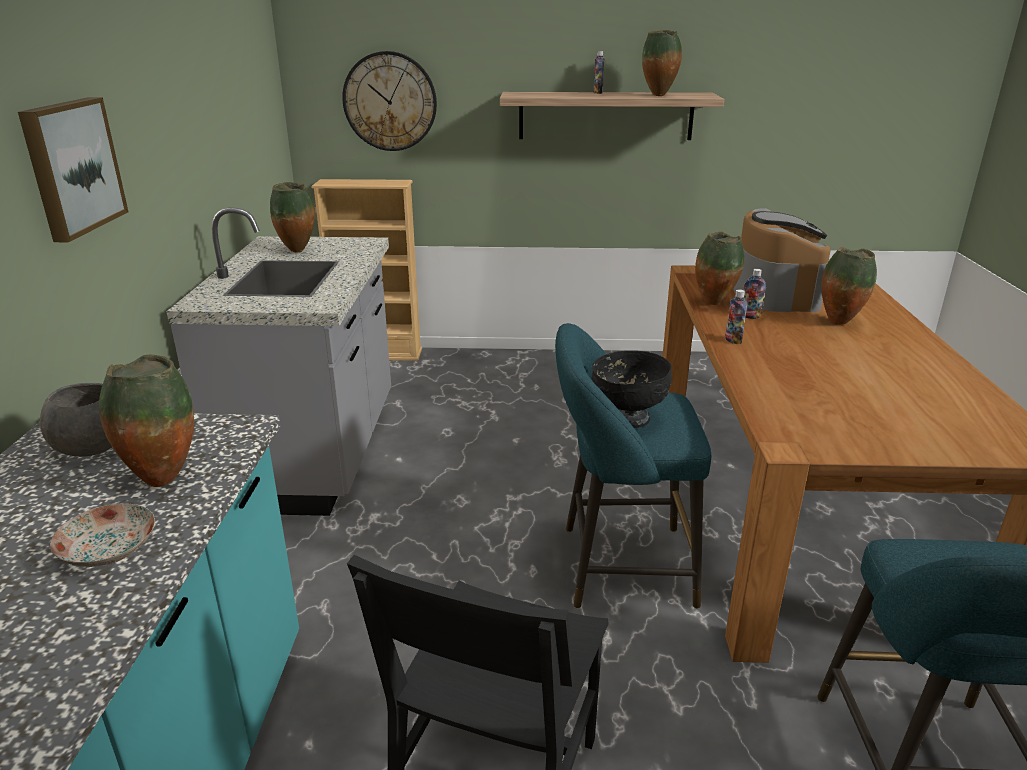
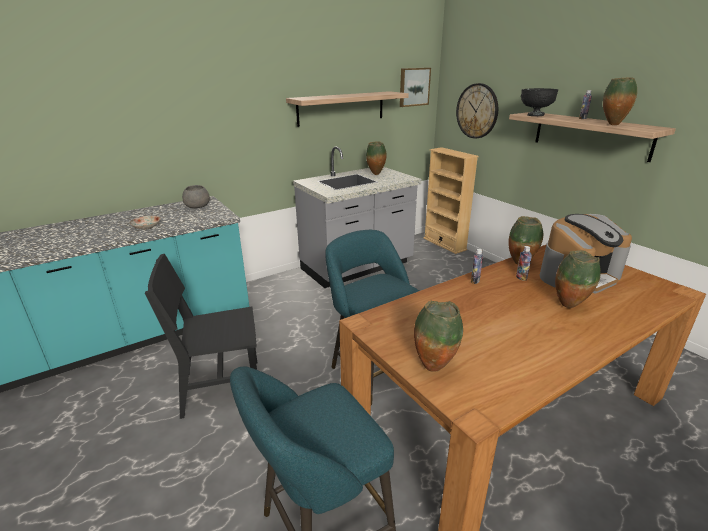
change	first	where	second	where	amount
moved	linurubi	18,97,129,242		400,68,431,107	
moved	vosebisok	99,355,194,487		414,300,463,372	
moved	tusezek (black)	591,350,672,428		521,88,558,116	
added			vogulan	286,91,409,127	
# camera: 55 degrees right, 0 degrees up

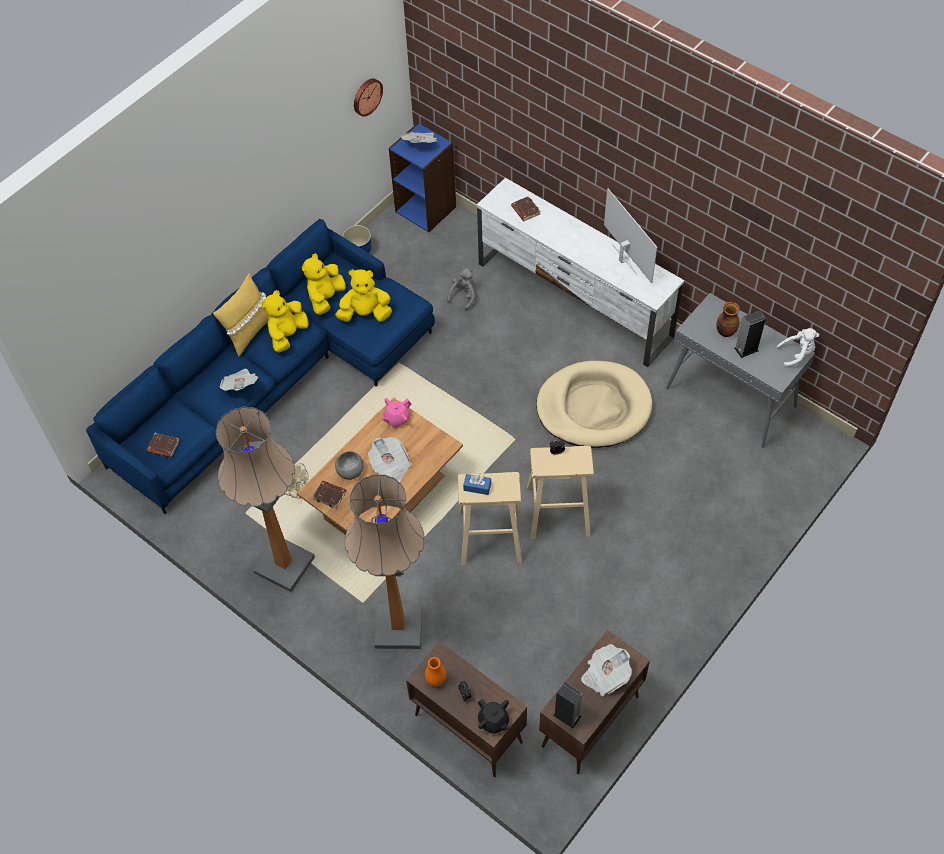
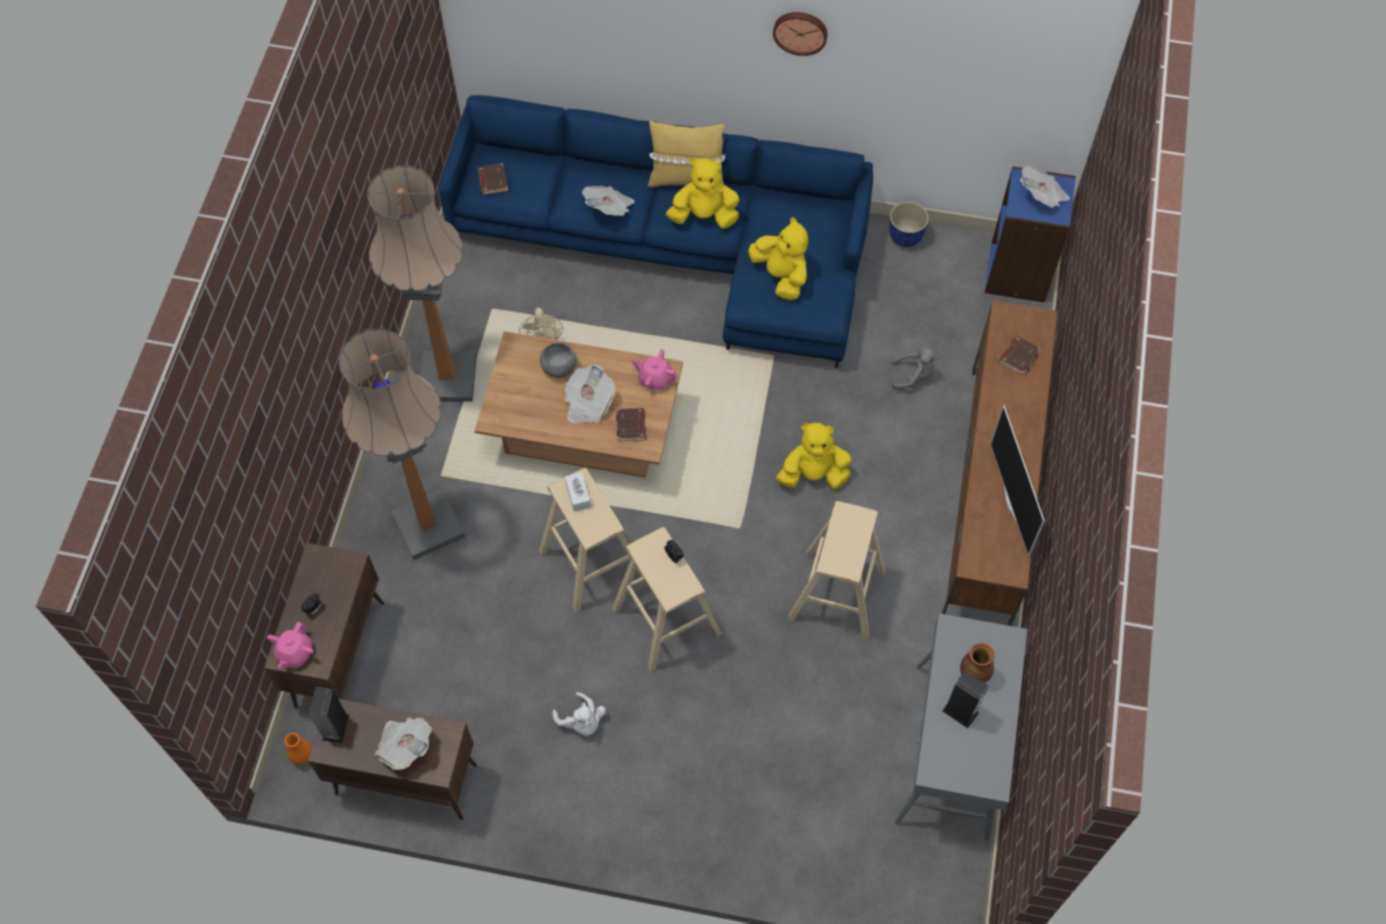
change	first	where	second	where	amount
moved	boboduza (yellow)	302,253,346,315		776,423,852,489	
moved	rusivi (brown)	312,481,346,509		616,408,646,442	
moved	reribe	354,78,383,117		773,12,828,56	
moved	vosebisok (orange)	425,657,446,687		284,733,312,765	
recoloured	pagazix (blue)	463,474,491,495	pagazix (white)	565,472,591,511	
recoloured	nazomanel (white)	477,178,684,367	nazomanel (brown)	942,300,1058,626	
recoloured	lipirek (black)	478,699,510,734	lipirek (pink)	267,622,313,668	
replaced	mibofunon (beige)	536,361,652,448	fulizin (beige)	788,501,886,640	
turned	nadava	604,188,657,283		991,405,1045,556	135 degrees clockwise
moved	boboduza (white)	776,328,819,368		552,692,606,736	
# camera: 60 degrees right, 5 degrees up

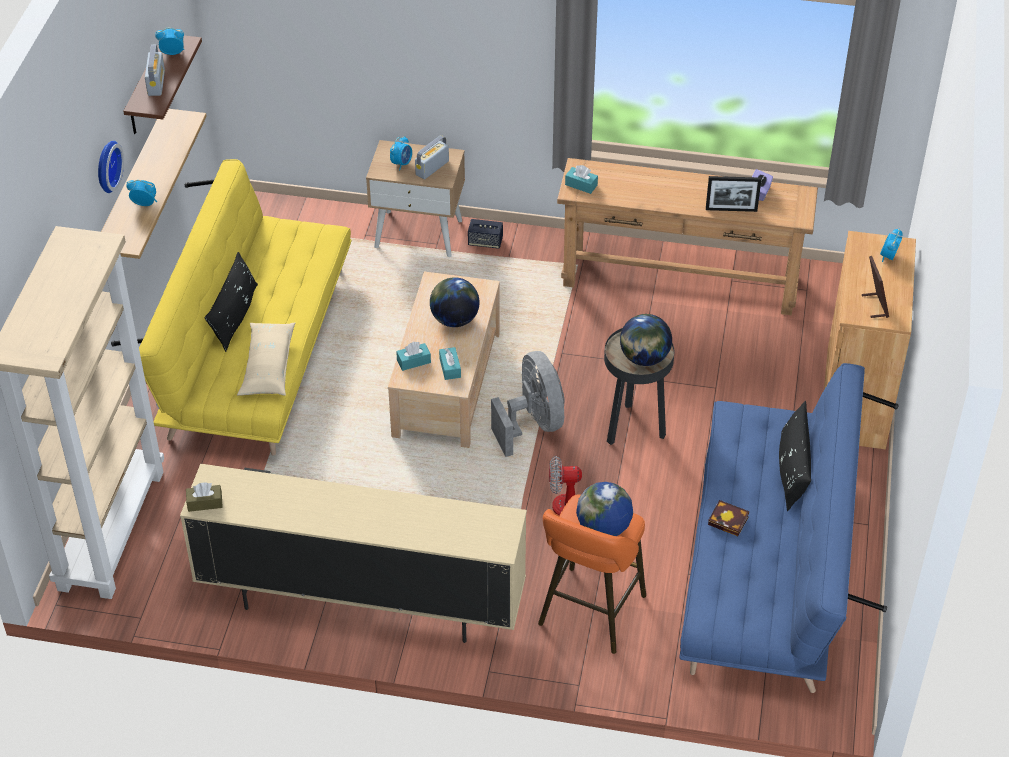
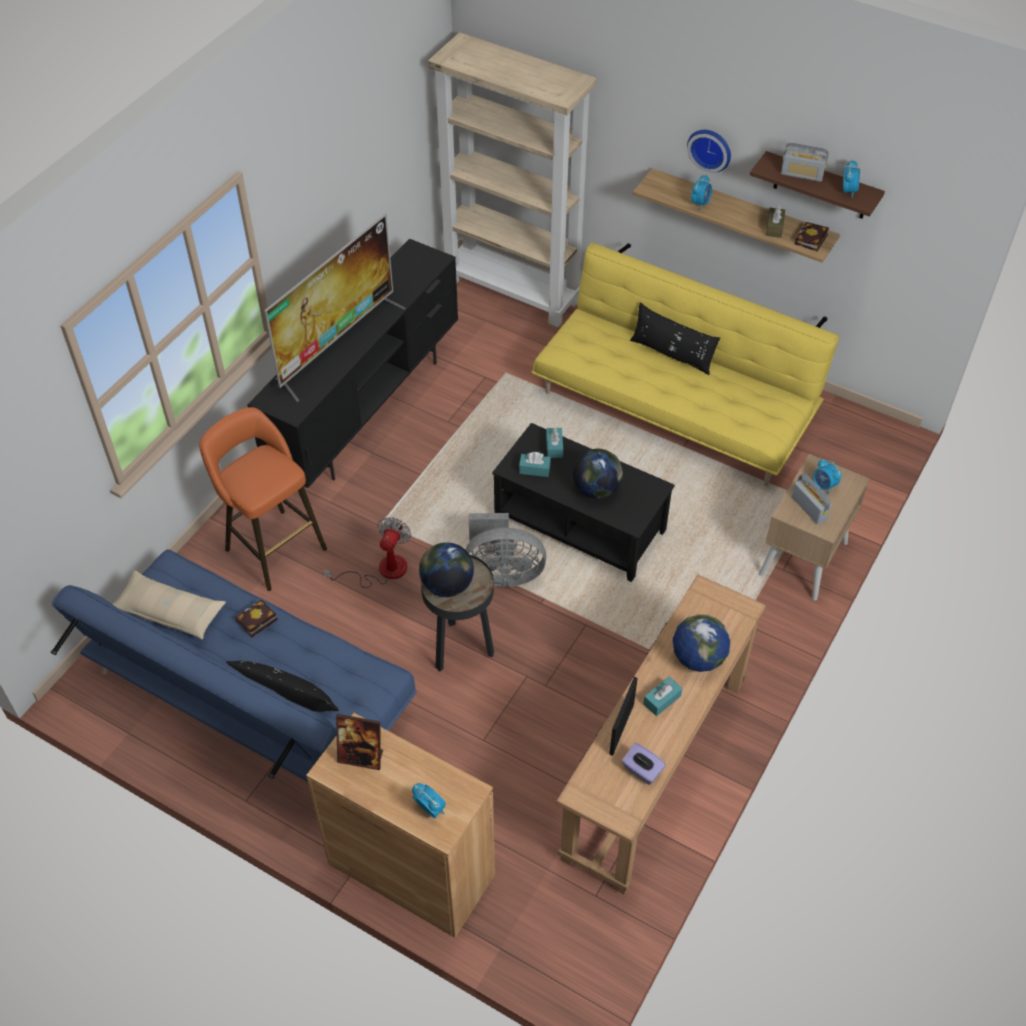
change	first	where	second	where	amount
recoloured	nazomanel (beige)	180,464,527,643	nazomanel (black)	247,239,458,488	
moved	pagazix (brown)	186,482,223,512		766,206,785,238	
moved	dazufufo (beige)	237,323,295,396		113,570,226,640	
recoloured	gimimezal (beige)	388,272,500,448	gimimezal (black)	492,423,675,582	
removed	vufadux	468,219,503,249			
moved	pagazix (turquoise)	565,165,598,194		643,676,682,716	
moved	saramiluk	576,482,633,536		673,614,730,672	
added			nadava	264,214,405,402	
added			rusivi	795,222,829,252	
# camera: 110 degrees right, 5 degrees up

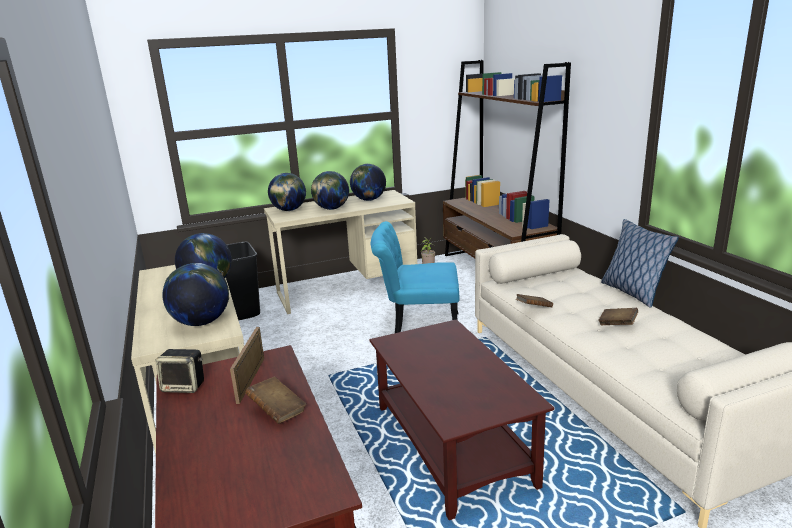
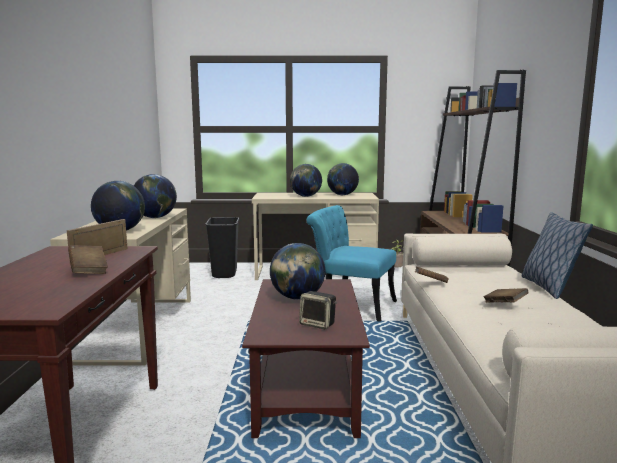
change	first	where	second	where	amount
moved	vufadux	156,349,204,393		299,291,337,329	
moved	saramiluk	268,173,306,211		270,243,325,300	
# camera: 20 degrees right, 10 degrees down

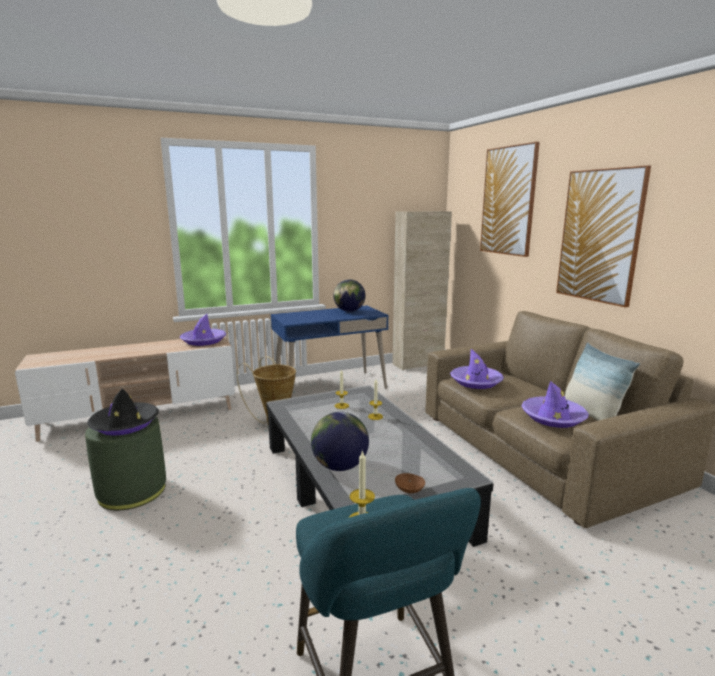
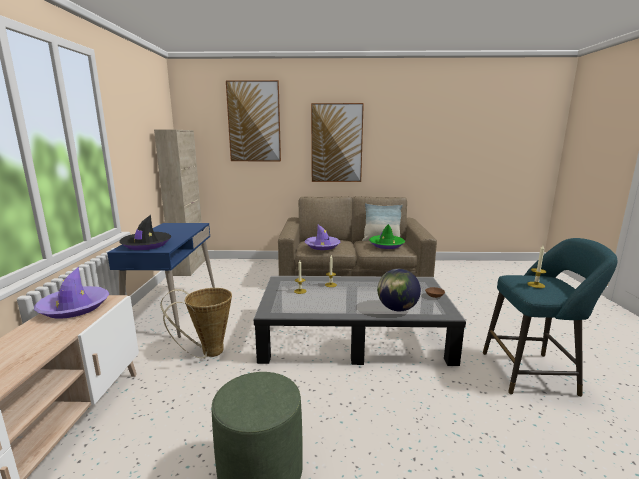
change	first	where	second	where	amount
moved	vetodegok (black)	87,388,159,436		119,215,171,250	
removed	saramiluk	333,280,365,312			
recoloured	vetodegok (purple)	521,381,589,428	vetodegok (green)	369,224,405,249	
# camera: 65 degrees left, 0 degrees up

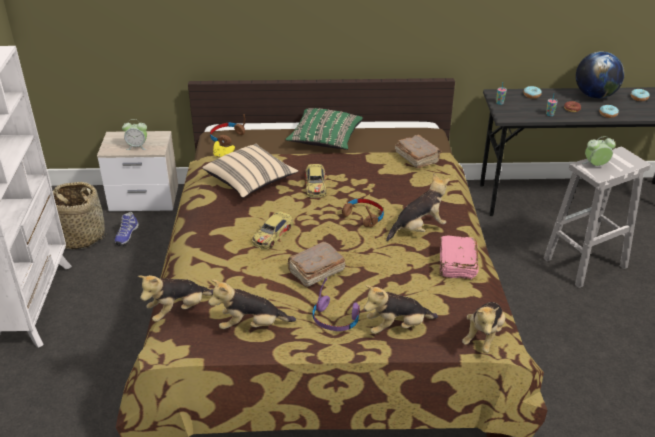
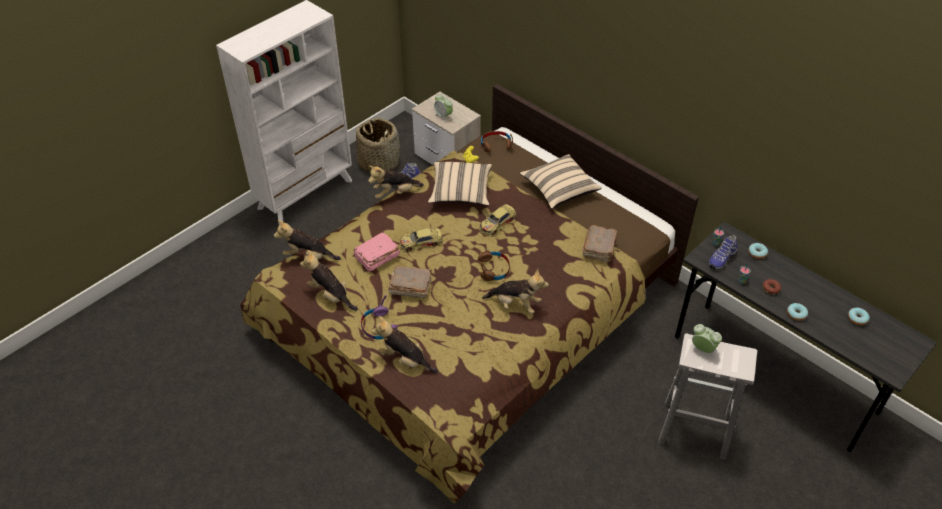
change	first	where	second	where	amount
recoloured	dazufufo (green)	285,108,363,150	dazufufo (beige)	520,154,602,209	
moved	rusivi (pink)	440,236,479,280		354,232,400,272	
moved	boboduza	462,302,505,353		368,166,424,199	
removed	saramiluk	576,51,625,98			
added			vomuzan	708,235,738,270	
# camera: 45 degrees right, 10 degrees up

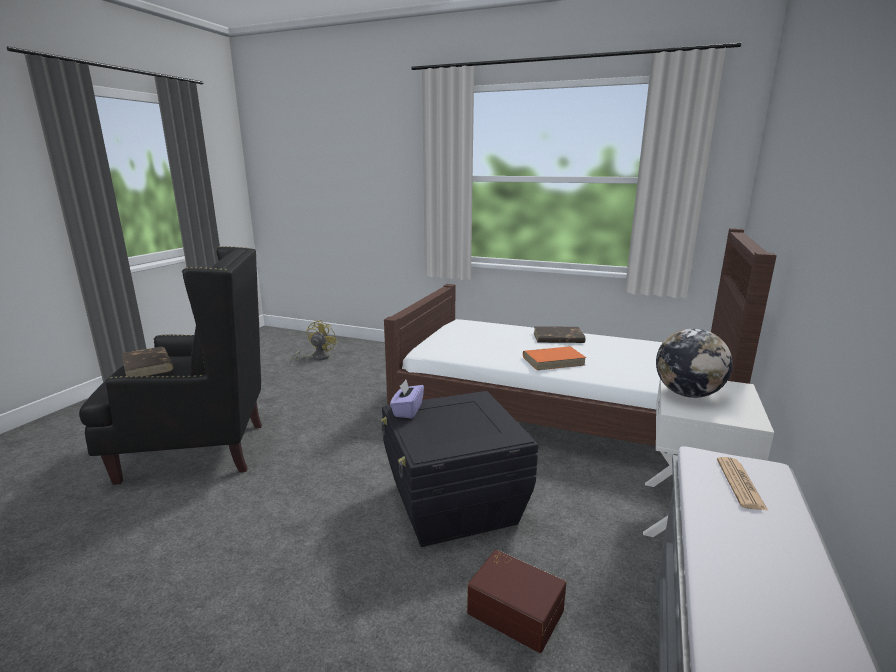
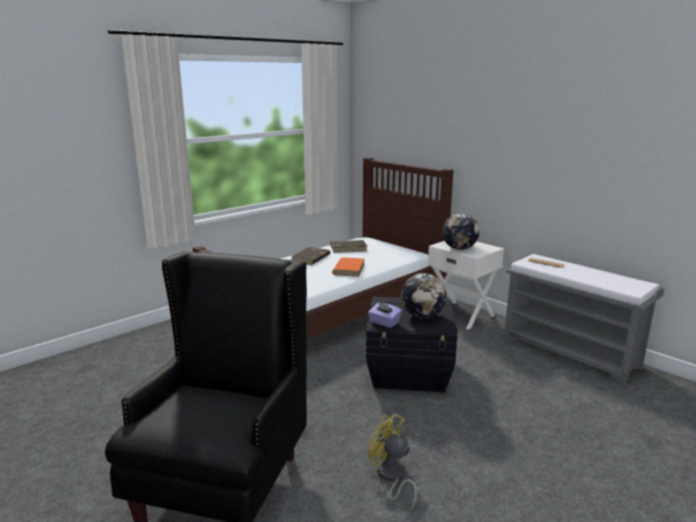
change	first	where	second	where	amount
moved	rusivi (brown)	121,347,174,376		330,240,367,253	
moved	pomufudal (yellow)	290,320,337,365		368,413,417,510	
removed	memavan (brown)	467,550,566,653			
added			saramiluk	401,273,447,319	
# camera: 65 degrees left, 0 degrees up

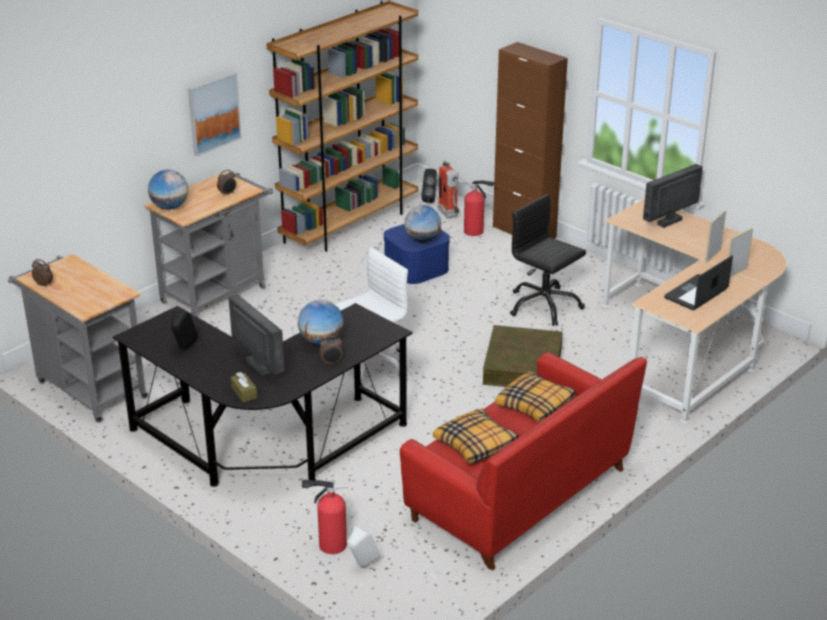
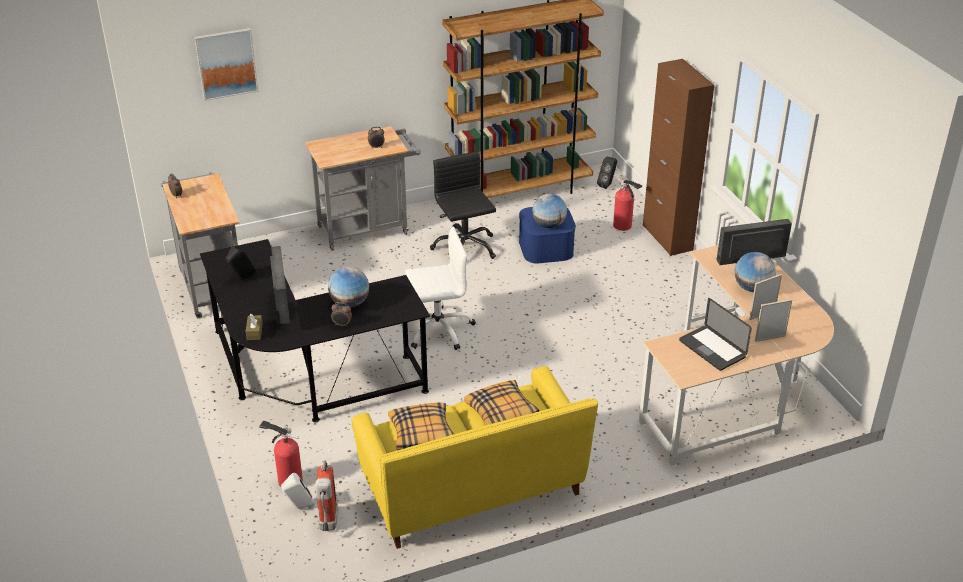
change	first	where	second	where	amount
moved	saramiluk	148,170,188,210		735,252,776,292	
moved	linurubi	188,72,242,156		194,28,259,101	
recoloured	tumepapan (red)	400,352,647,571	tumepapan (yellow)	351,366,598,549	
moved	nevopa	438,160,460,218		315,460,338,531	
removed	memavan (brown)	483,325,563,387			
moved	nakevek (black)	510,194,586,326		430,151,496,259	
turned	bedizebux	664,255,733,310		679,298,752,371	105 degrees counterclockwise
# camera: 25 degrees right, 5 degrees up

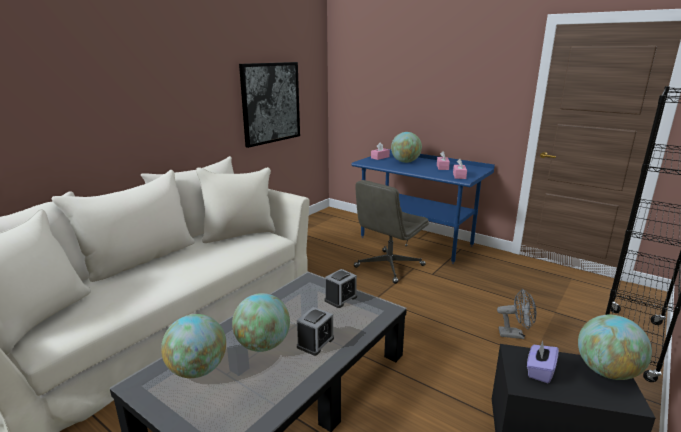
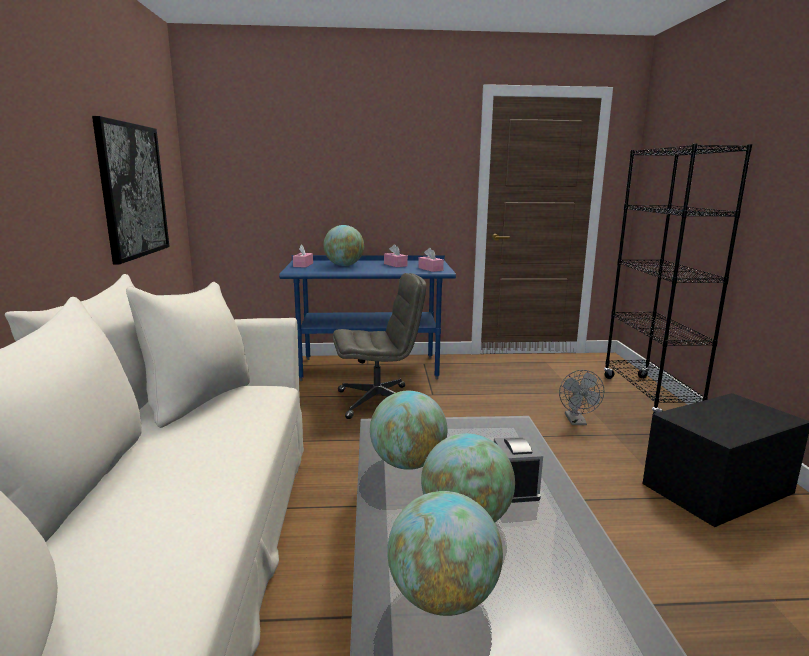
change	first	where	second	where	amount
removed	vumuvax	324,269,357,308			
turned	nakevek (grey)	354,180,429,284		333,273,426,419	105 degrees counterclockwise
turned	pomufudal (grey)	497,289,536,339		559,370,604,425	120 degrees clockwise
removed	pagazix (purple)	527,341,559,383			
moved	saramiluk	578,315,652,380		370,391,447,470	
# camera: 40 degrees left, 5 degrees down

